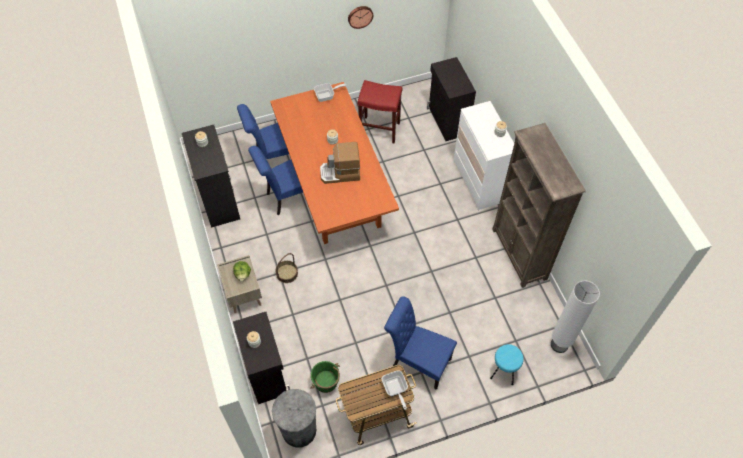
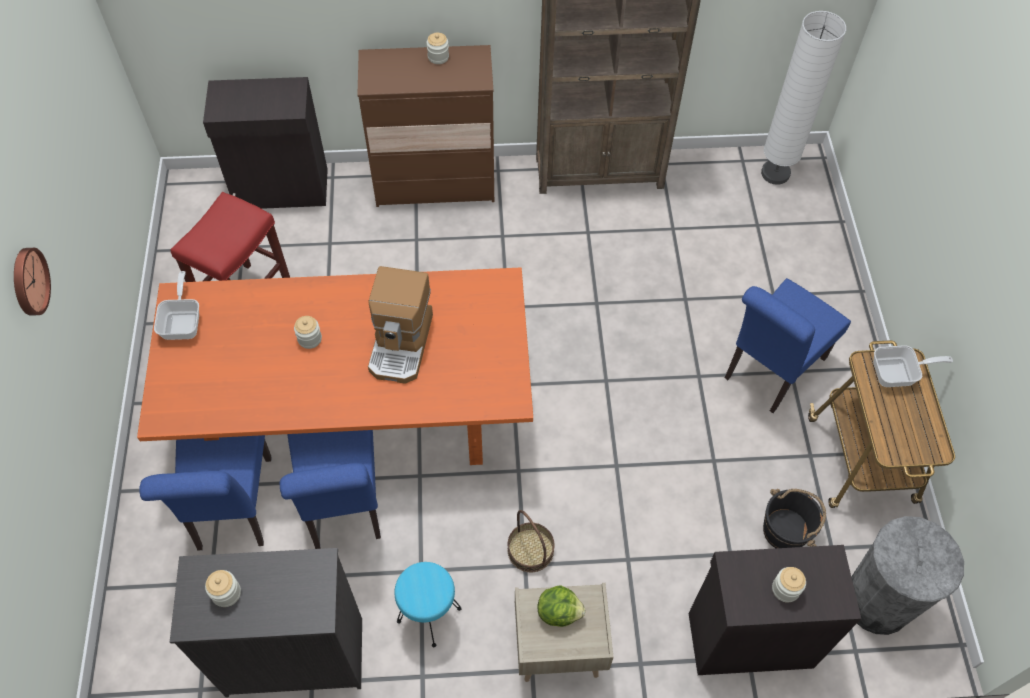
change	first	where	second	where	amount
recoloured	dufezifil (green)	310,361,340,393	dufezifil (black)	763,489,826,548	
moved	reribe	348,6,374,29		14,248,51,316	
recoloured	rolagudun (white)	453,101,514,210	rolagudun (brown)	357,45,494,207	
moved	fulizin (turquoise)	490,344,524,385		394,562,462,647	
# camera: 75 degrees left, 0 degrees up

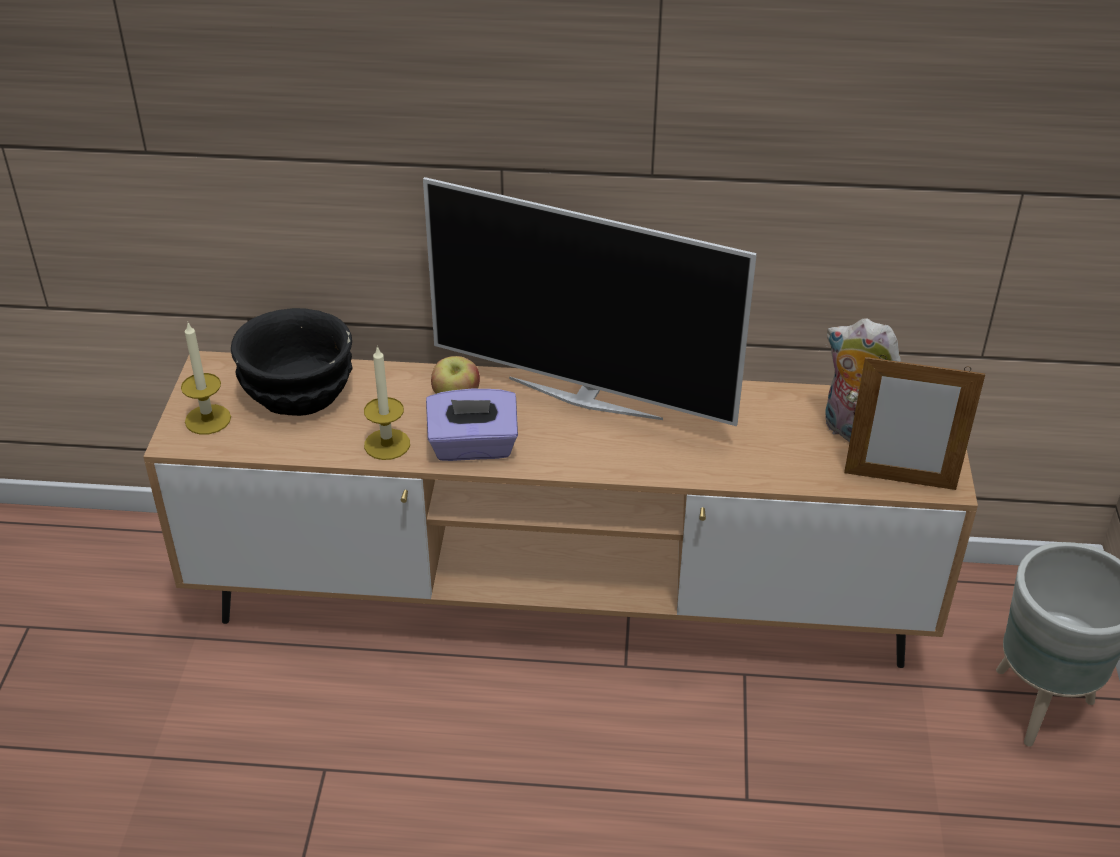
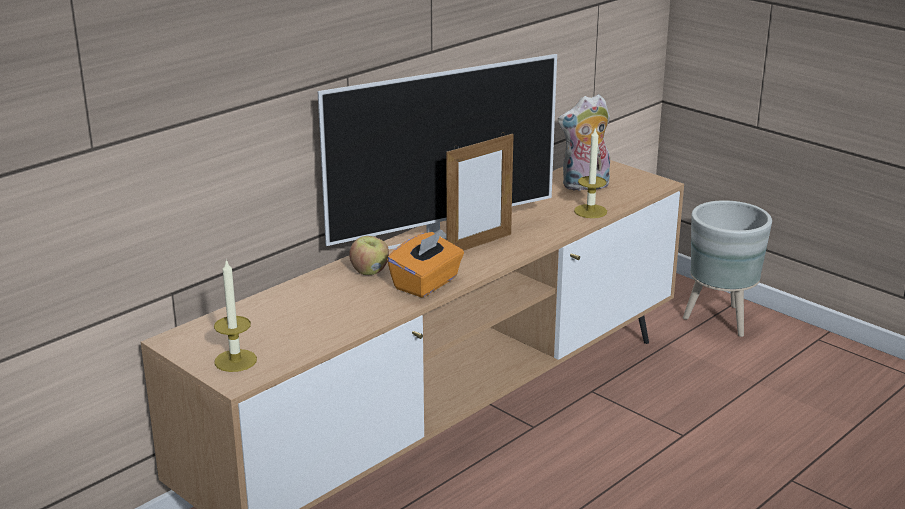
change	first	where	second	where	amount
removed	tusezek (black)	231,308,353,416			
moved	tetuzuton	364,346,410,460		574,127,607,218	
recoloured	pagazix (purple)	426,389,518,461	pagazix (orange)	387,231,464,298	
moved	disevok	844,355,985,490		446,132,514,251	
# camera: 50 degrees left, 15 degrees down

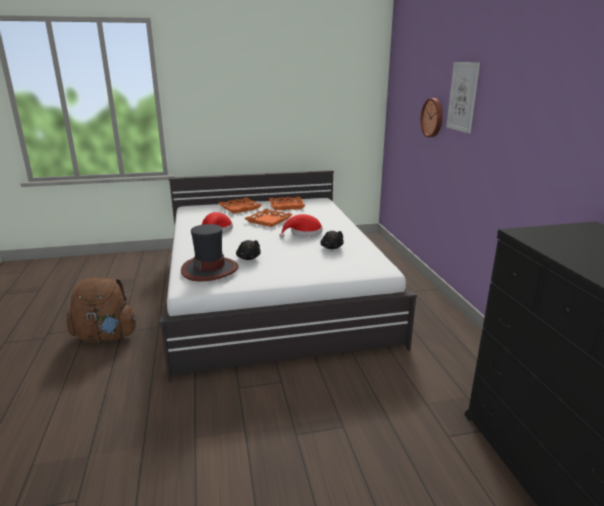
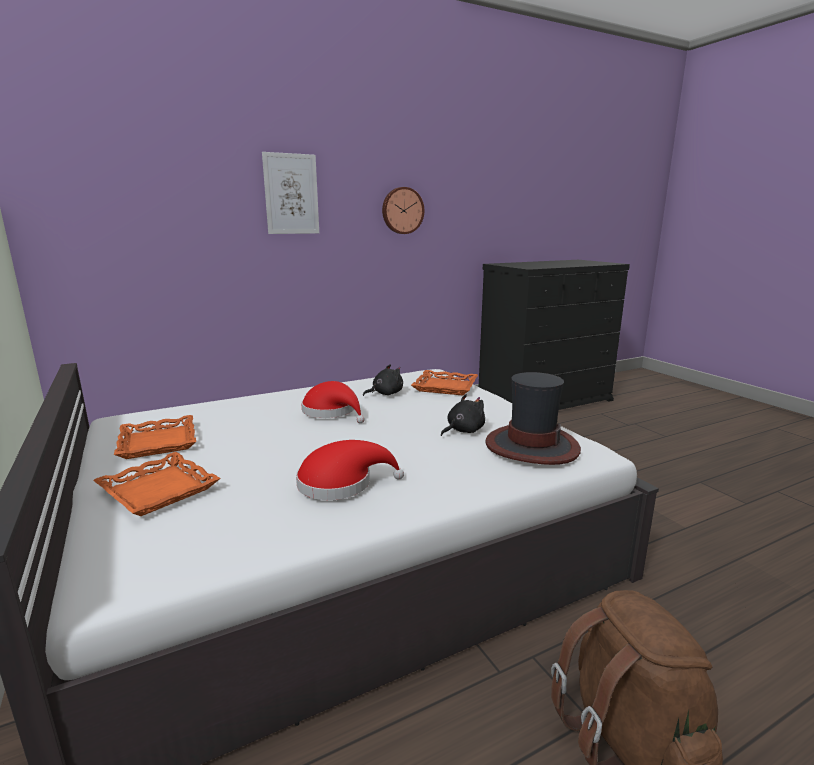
change	first	where	second	where	amount
moved	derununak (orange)	244,209,293,227		411,370,478,396	
moved	reribe	421,98,443,137		382,187,424,234	
# camera: 105 degrees left, 5 degrees down

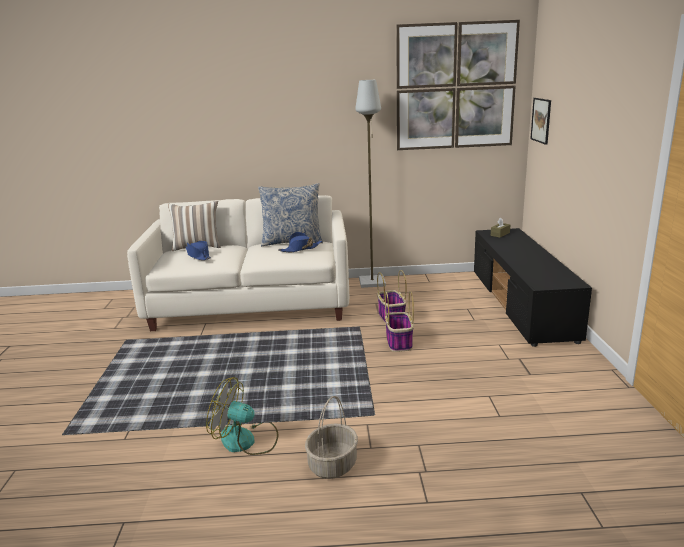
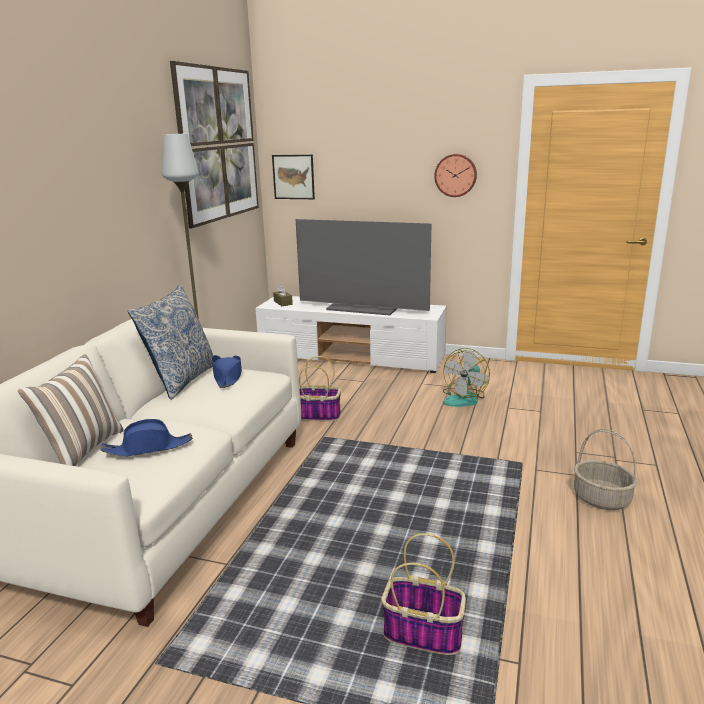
change	first	where	second	where	amount
moved	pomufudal	206,377,278,455		443,348,490,407	
moved	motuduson	385,291,414,352		381,533,466,655	
recoloured	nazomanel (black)	474,228,592,347	nazomanel (white)	255,296,447,373	
added			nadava	295,219,431,315	
added			reribe	434,154,477,197	
# camera: 70 degrees left, 0 degrees up

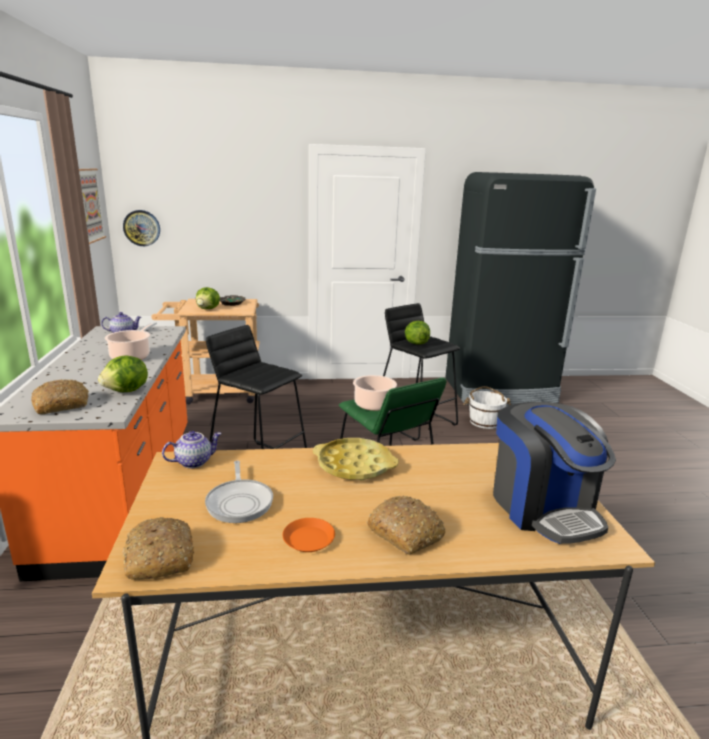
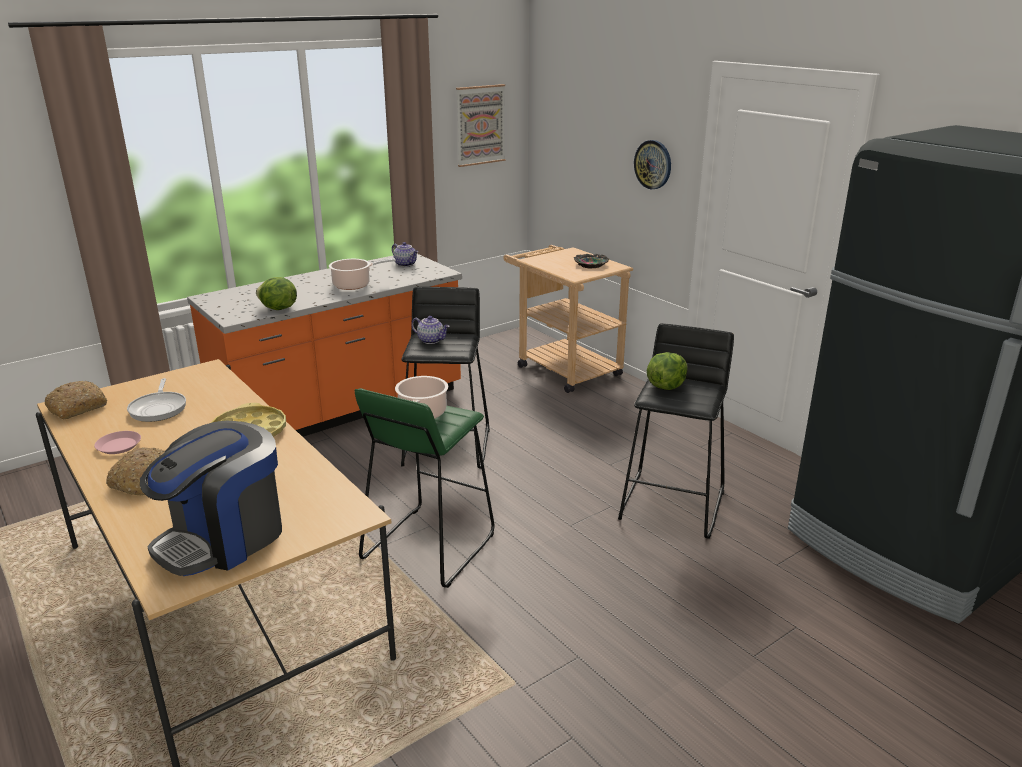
change	first	where	second	where	amount
removed	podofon	31,380,89,414			
moved	reribe	123,210,160,246		634,140,671,189	
moved	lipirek	162,431,222,468		411,316,450,344	
removed	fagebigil	196,287,220,309			
turned	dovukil	205,461,273,523		127,378,186,422	60 degrees counterclockwise
recoloured	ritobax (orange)	282,518,335,552	ritobax (pink)	94,431,141,454	
removed	dufezifil (white)	463,386,511,429			
# camera: 60 degrees right, 5 degrees up

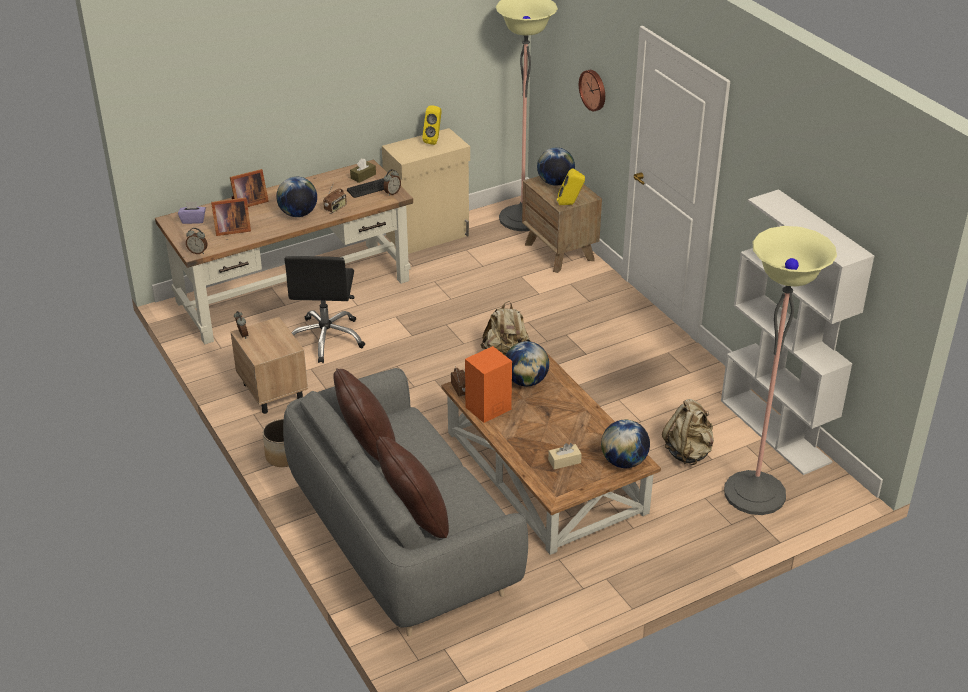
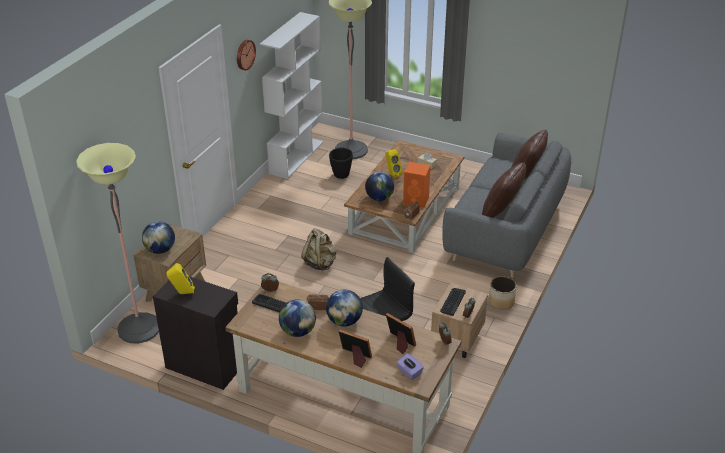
change	first	where	second	where	amount
removed	pagazix (brown)	350,159,376,183			
recoloured	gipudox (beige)	382,128,470,254	gipudox (black)	153,276,238,390	
moved	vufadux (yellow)	557,168,585,205		385,149,402,178	
moved	reribe	579,70,605,111		237,40,256,70	
moved	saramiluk	601,420,650,468		279,299,316,337	
replaced	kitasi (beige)	662,399,714,465	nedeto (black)	329,148,353,179	
added			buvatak	440,288,466,316	
# camera: 125 degrees left, 0 degrees up

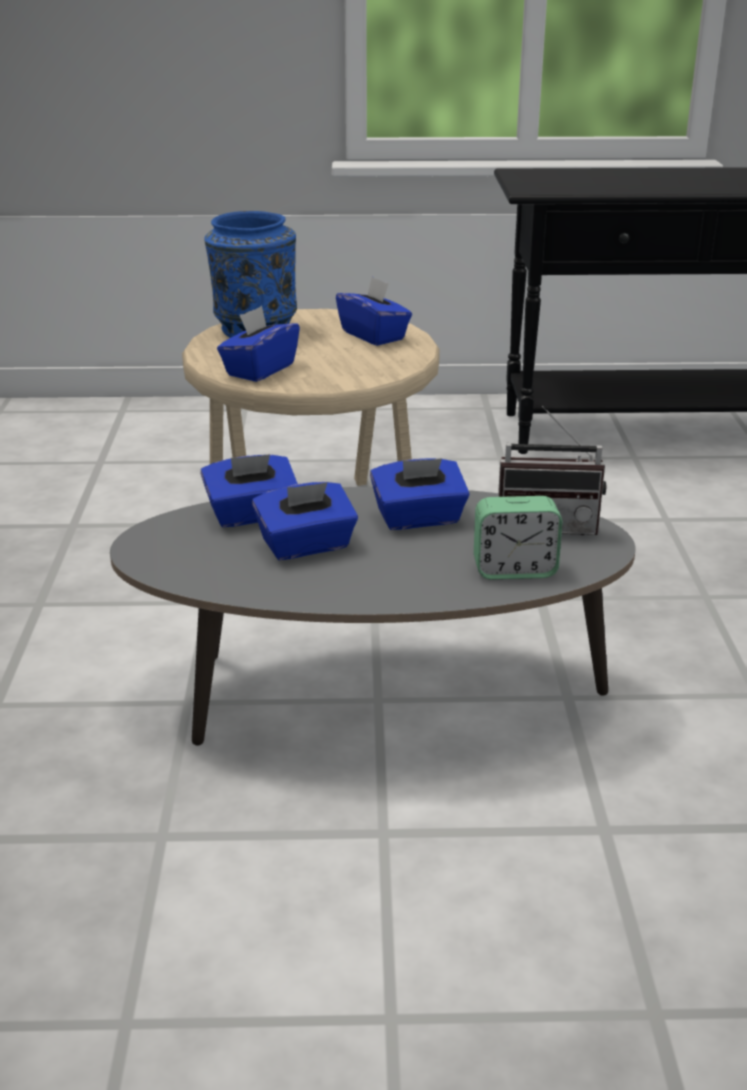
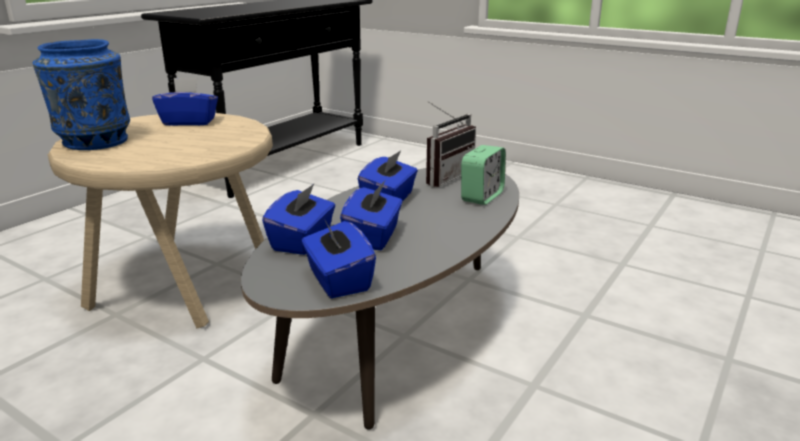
change	first	where	second	where	amount
moved	pagazix (blue)	217,306,300,382		302,220,376,298	
# camera: 55 degrees left, 5 degrees down

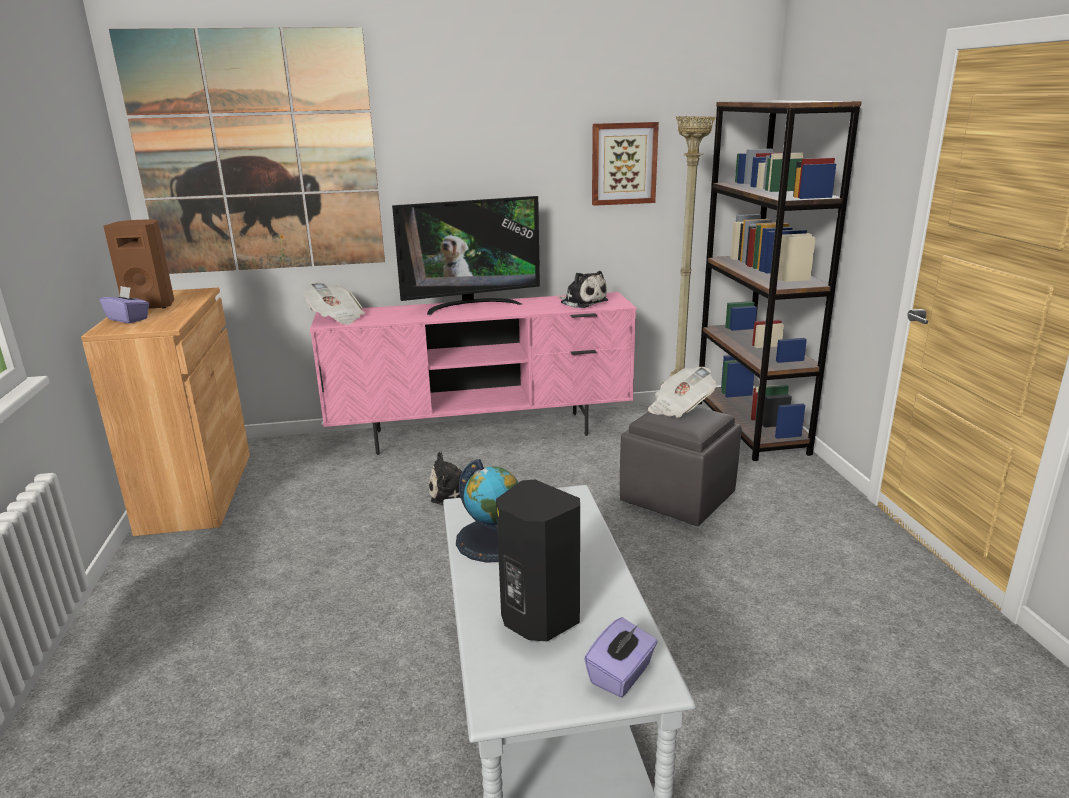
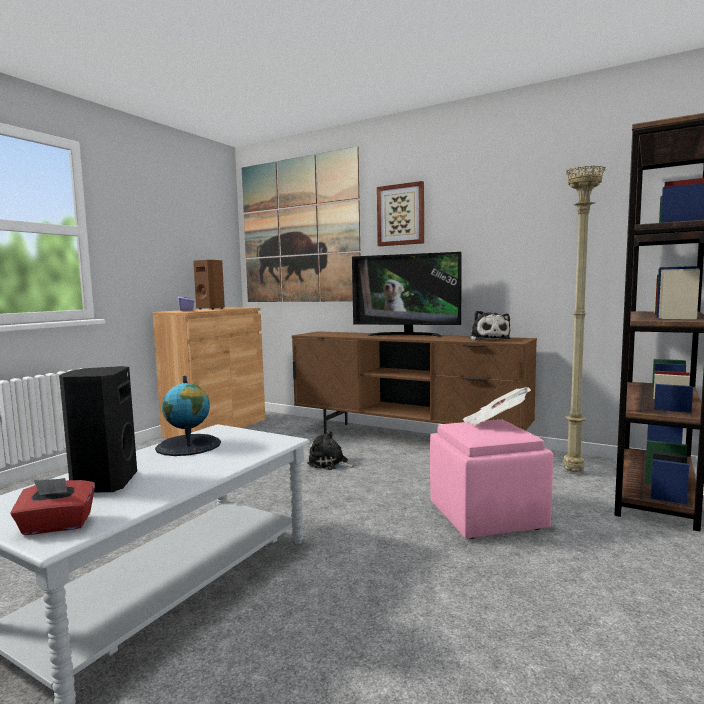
change	first	where	second	where	amount
removed	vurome	303,282,365,325			
recoloured	nazomanel (pink)	310,292,636,455	nazomanel (brown)	292,331,537,434	
recoloured	pagazix (purple)	584,617,658,697	pagazix (red)	10,478,95,535	
moved	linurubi	592,122,659,206		377,181,424,246	
recoloured	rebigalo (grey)	620,407,741,526	rebigalo (pink)	430,419,553,539	
# camera: 40 degrees right, 15 degrees down

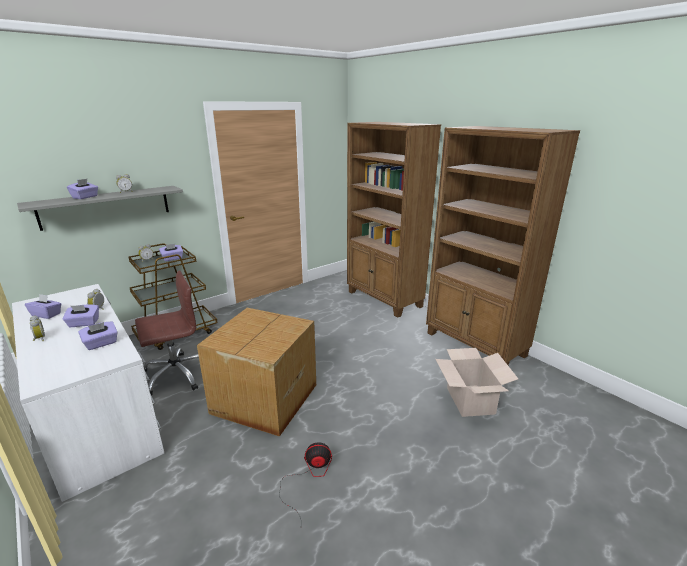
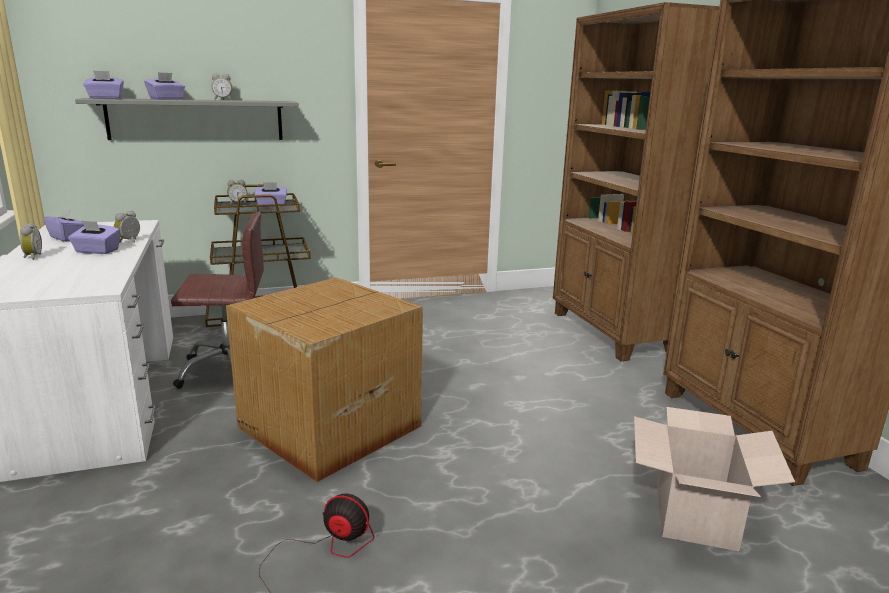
change	first	where	second	where	amount
moved	pagazix (purple)	78,322,118,350		84,70,124,99	
# camera: 20 degrees right, 5 degrees down

